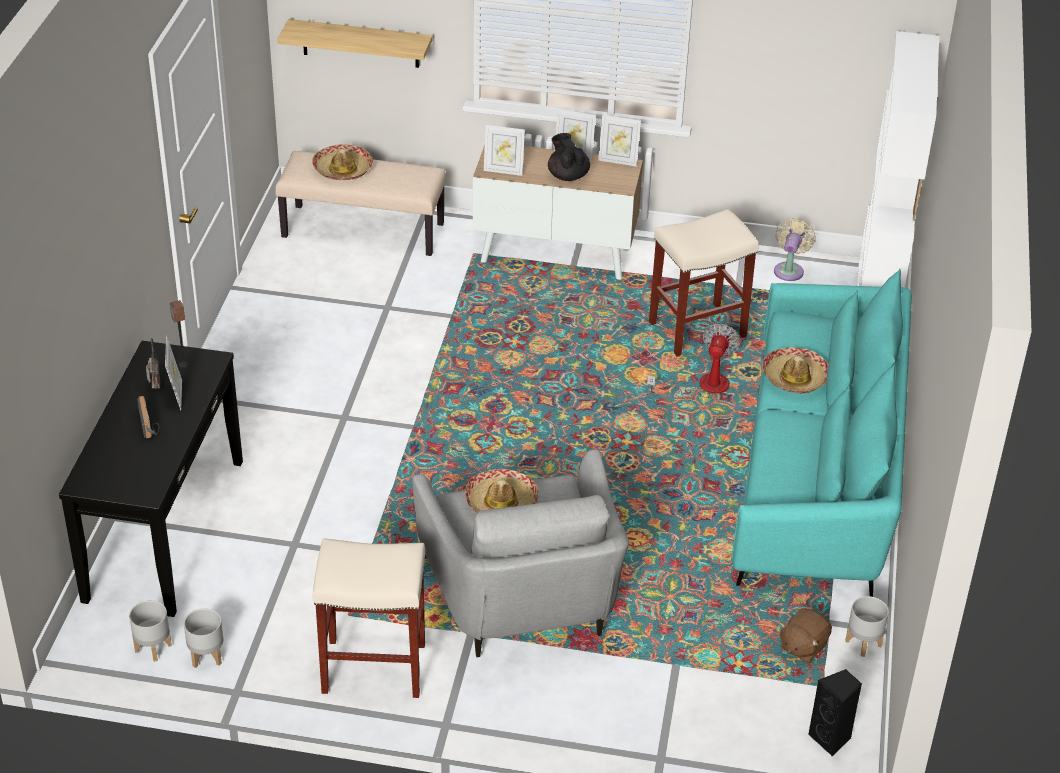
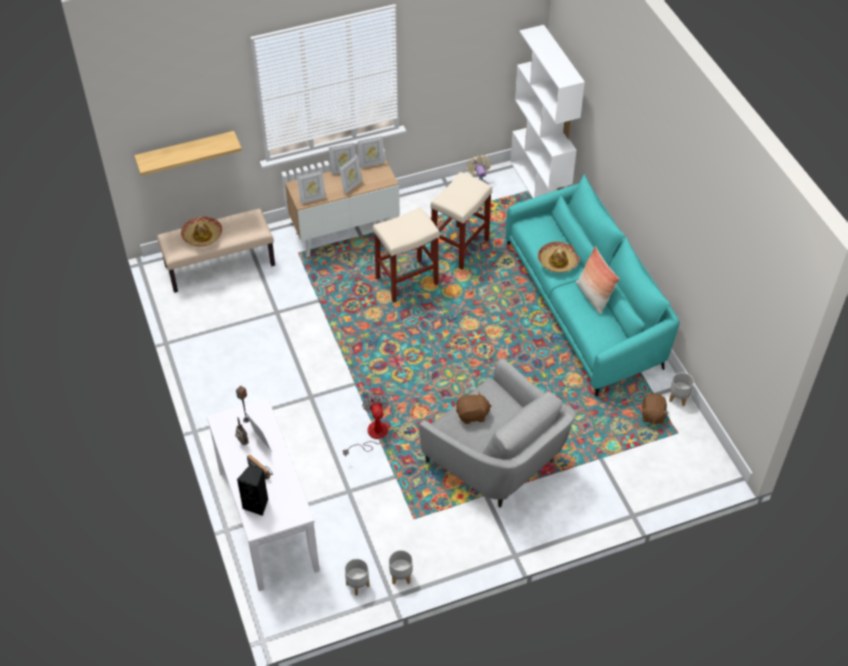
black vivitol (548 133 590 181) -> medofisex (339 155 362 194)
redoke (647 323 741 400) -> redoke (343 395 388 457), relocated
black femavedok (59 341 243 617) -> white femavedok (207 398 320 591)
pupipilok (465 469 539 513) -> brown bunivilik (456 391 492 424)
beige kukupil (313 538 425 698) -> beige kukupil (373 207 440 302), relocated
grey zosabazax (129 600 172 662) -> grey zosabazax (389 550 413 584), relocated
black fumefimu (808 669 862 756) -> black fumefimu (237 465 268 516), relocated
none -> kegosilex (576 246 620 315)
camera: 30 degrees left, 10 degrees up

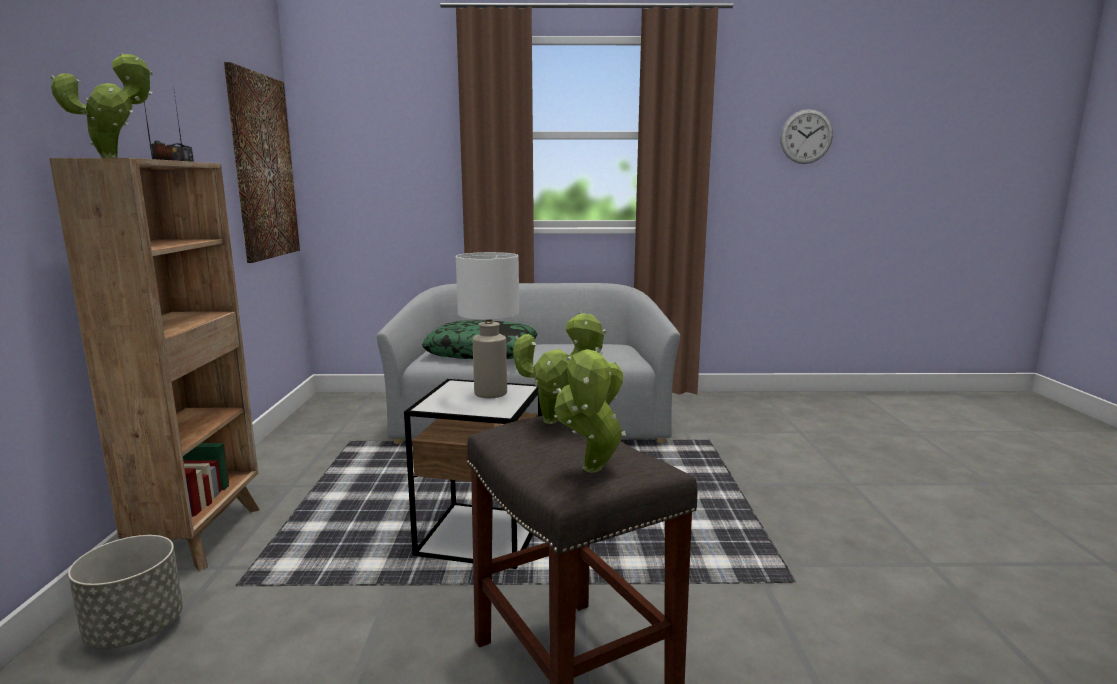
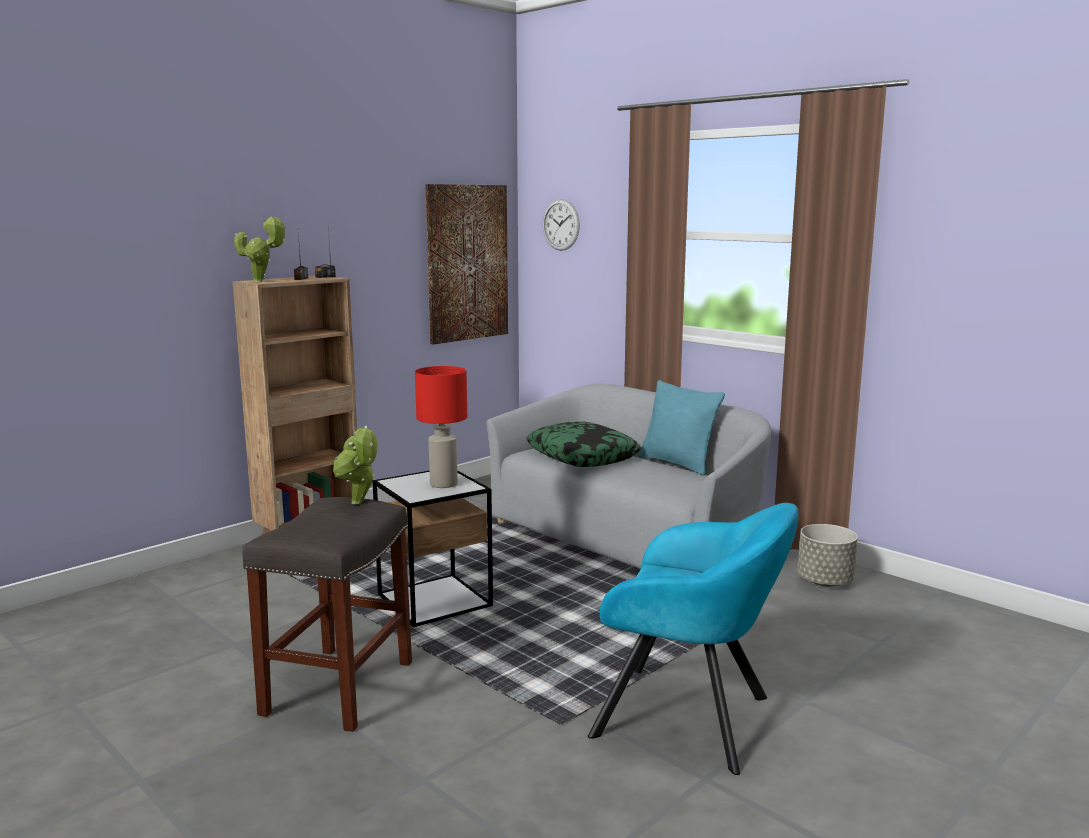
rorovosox (780 109 833 164) -> rorovosox (543 199 580 251), relocated
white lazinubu (456 252 519 398) -> red lazinubu (415 366 467 488)
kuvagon (554 347 626 473) -> none
grey zosabazax (68 535 183 649) -> grey zosabazax (798 524 858 587), relocated
none -> turquoise kegosilex (638 380 725 475)
none -> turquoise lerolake (588 503 798 775)
camera: 45 degrees right, 0 degrees up

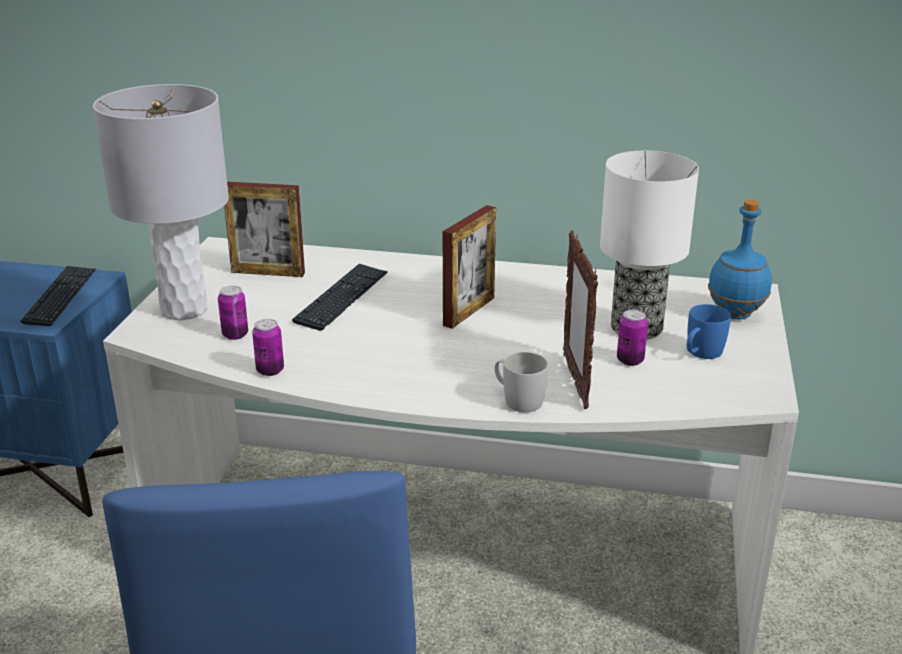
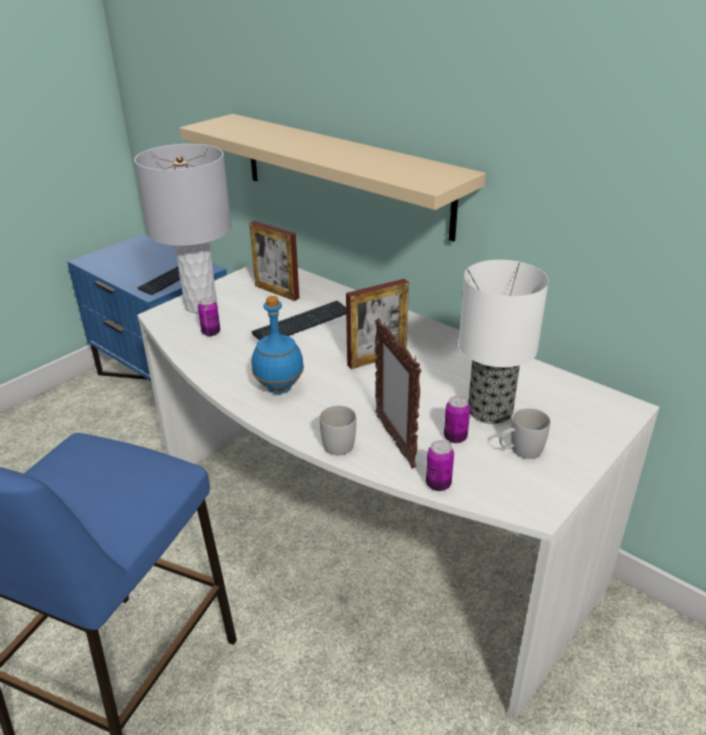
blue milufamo (708 200 772 320) -> blue milufamo (252 296 304 394), relocated
medofisex (563 230 598 409) -> medofisex (375 318 421 468), 45 degrees counterclockwise
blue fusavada (687 304 731 359) -> white fusavada (499 408 550 459)
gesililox (252 319 284 376) -> gesililox (426 440 454 491), relocated
none -> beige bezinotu (179 114 486 242)
camera: 30 degrees right, 5 degrees up

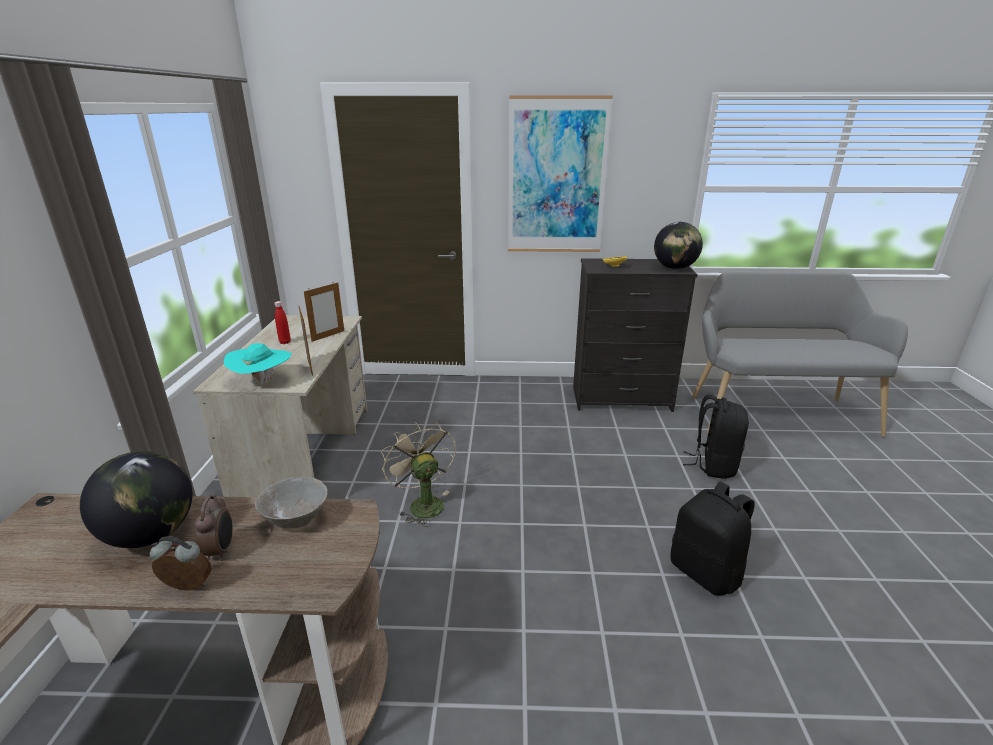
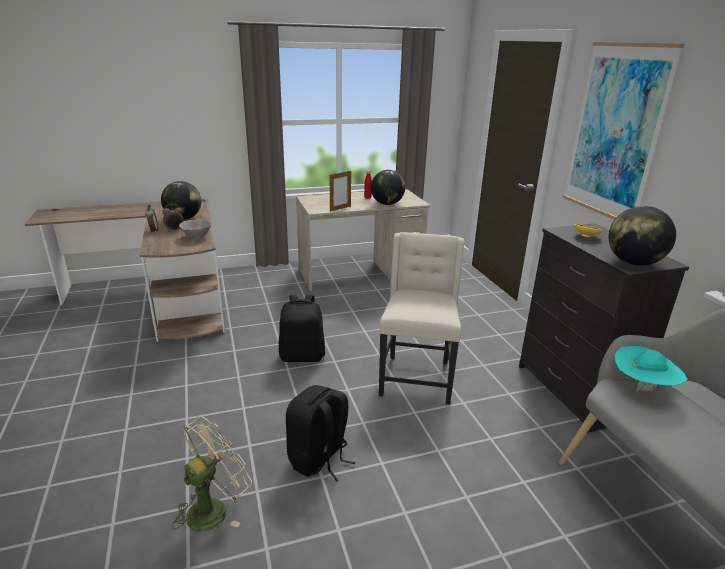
medofisex (304 282 344 342) -> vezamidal (371 170 405 205)
turquoise pupipilok (224 343 291 386) -> turquoise pupipilok (615 346 688 392), relocated
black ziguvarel (683 395 749 479) -> black ziguvarel (279 295 325 362), relocated
beige redoke (381 422 456 527) -> beige redoke (172 417 252 532), relocated
none -> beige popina (379 232 464 405)
camera: 70 degrees right, 0 degrees up

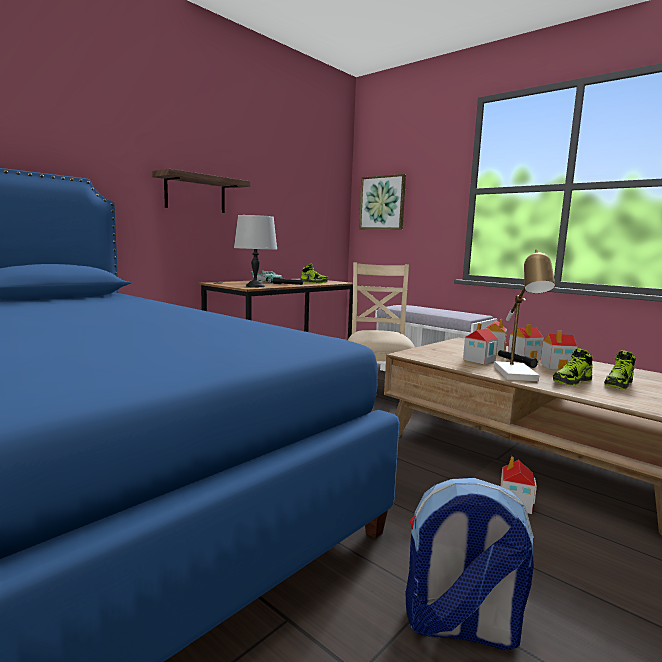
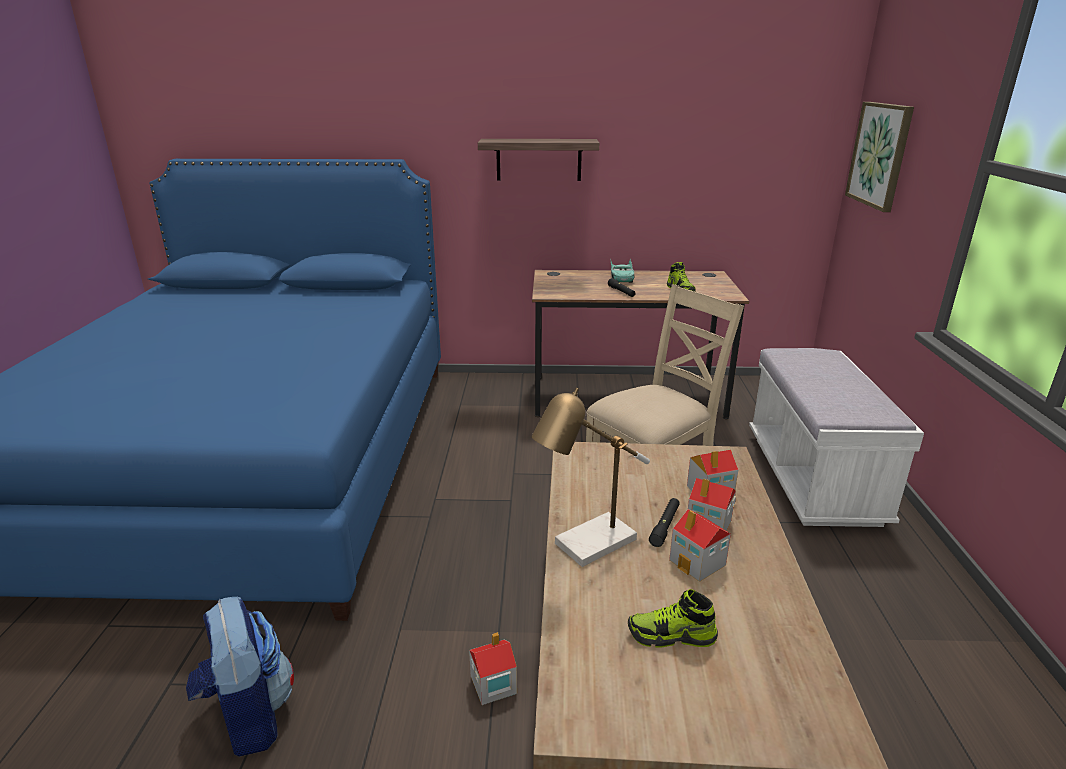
grey lazinubu (234 215 277 287) -> none
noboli (463 323 498 365) -> none
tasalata (553 348 593 386) -> none
camera: 50 degrees right, 15 degrees up

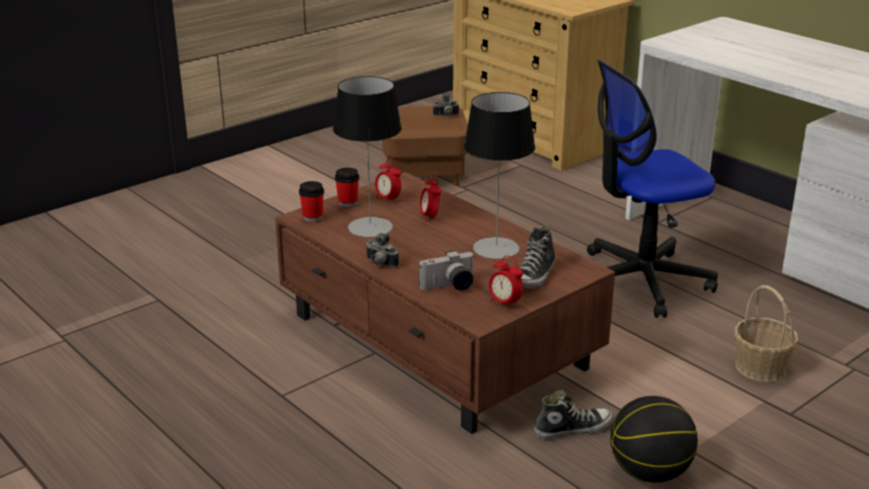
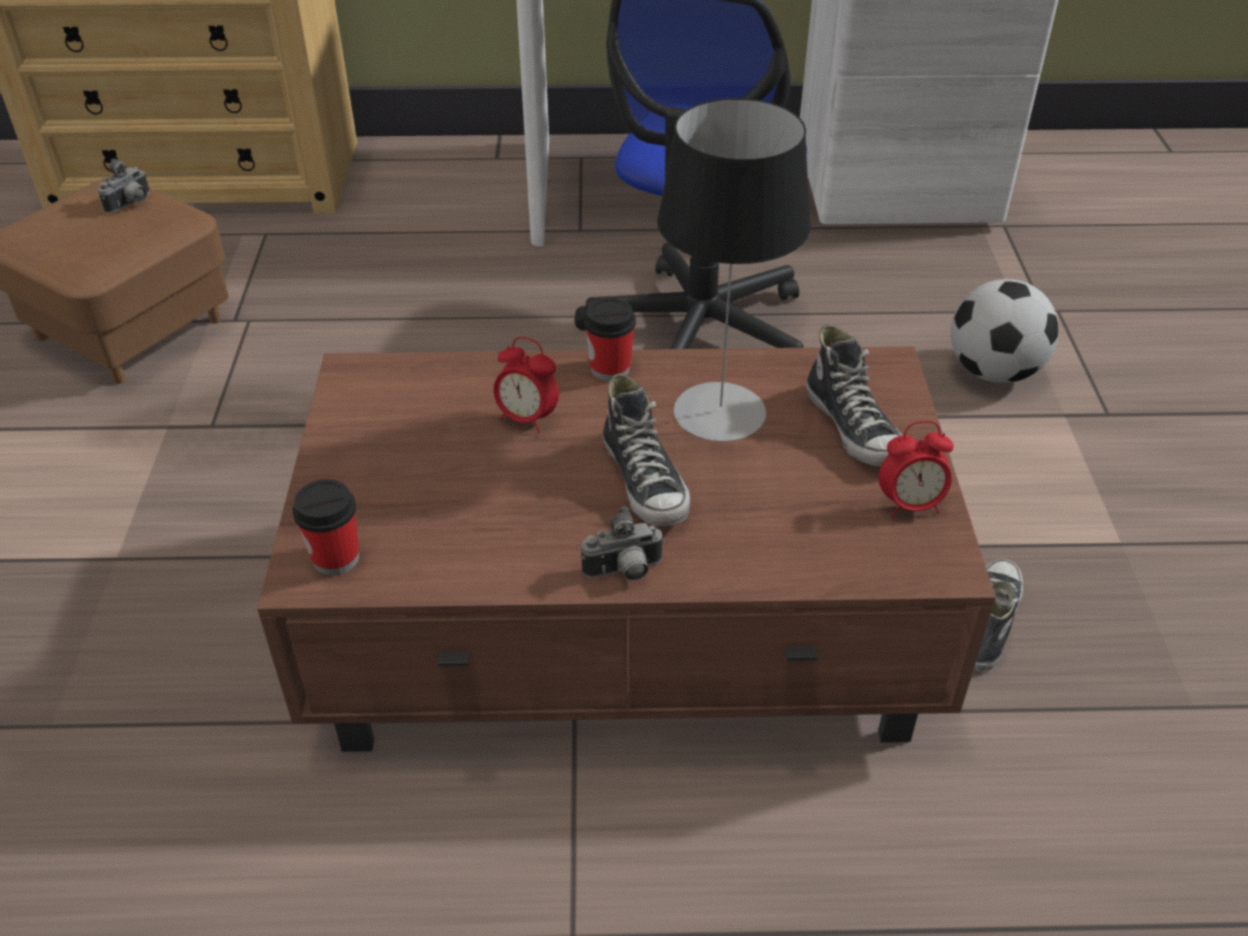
lazinubu (333 76 402 237) -> none
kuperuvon (375 159 401 204) -> none
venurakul (335 168 359 207) -> venurakul (584 298 636 381), relocated
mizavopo (419 250 475 290) -> none
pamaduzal (734 285 799 382) -> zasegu (951 279 1059 383)
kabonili (610 396 698 483) -> none
none -> tasalata (603 373 690 526)
camera: 50 degrees left, 15 degrees up

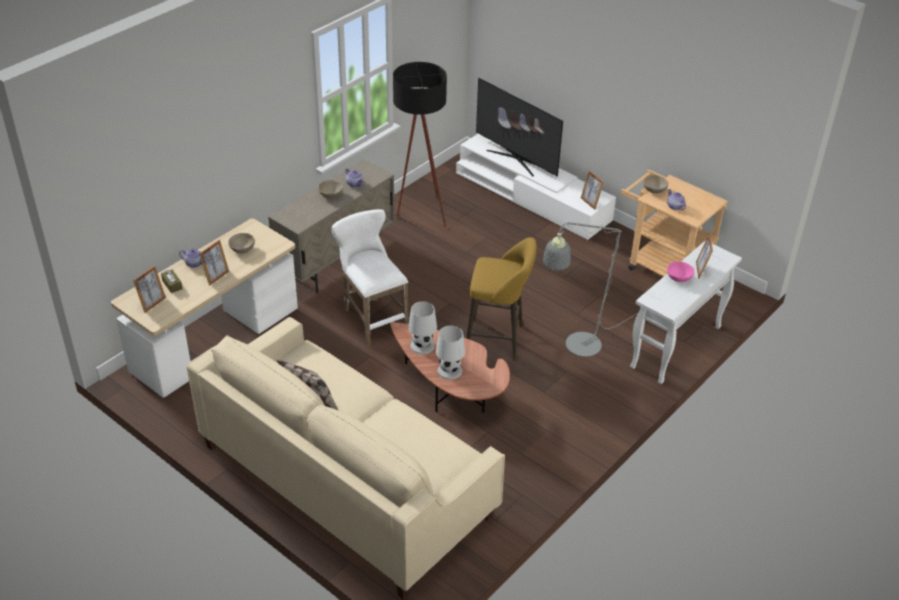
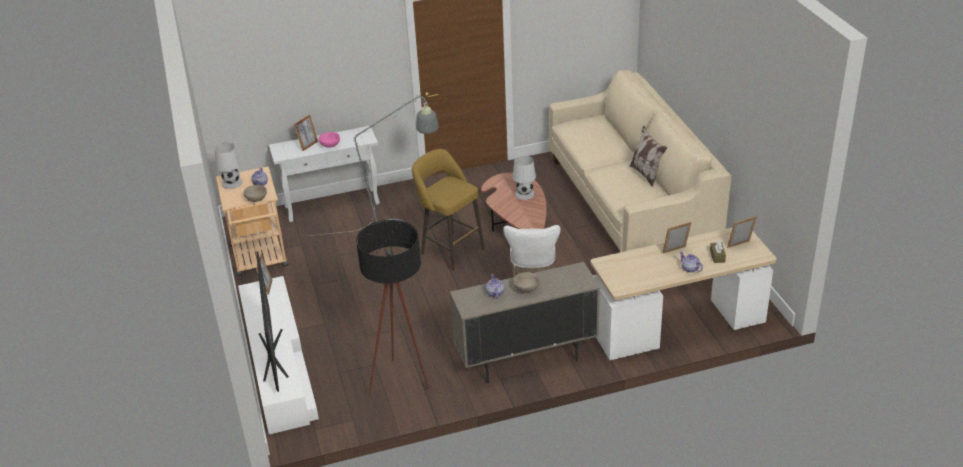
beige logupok (228 233 255 253) -> none
white lazinubu (408 301 437 354) -> white lazinubu (215 143 242 189), relocated
camera: 145 degrees left, 5 degrees down

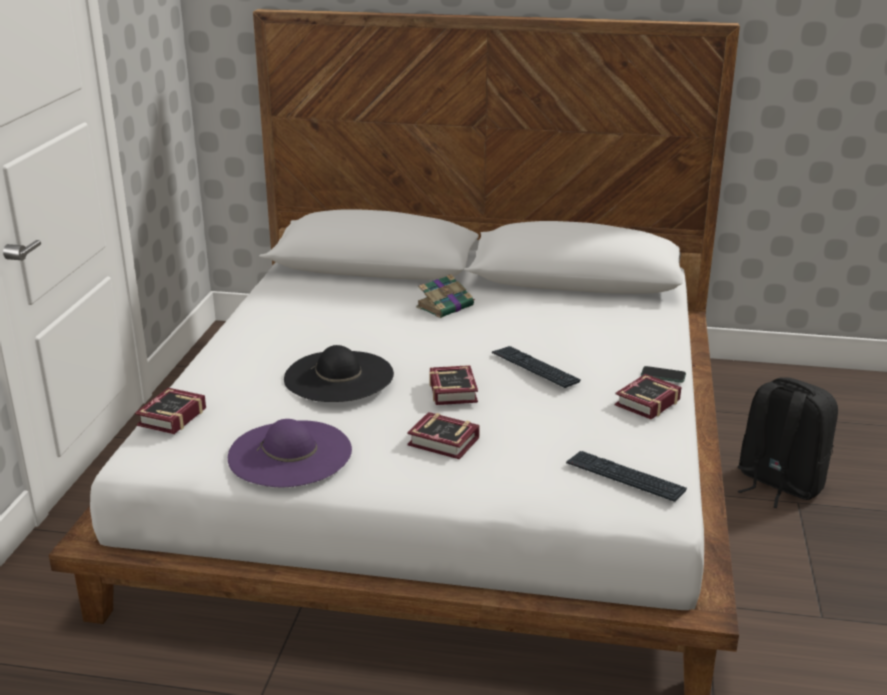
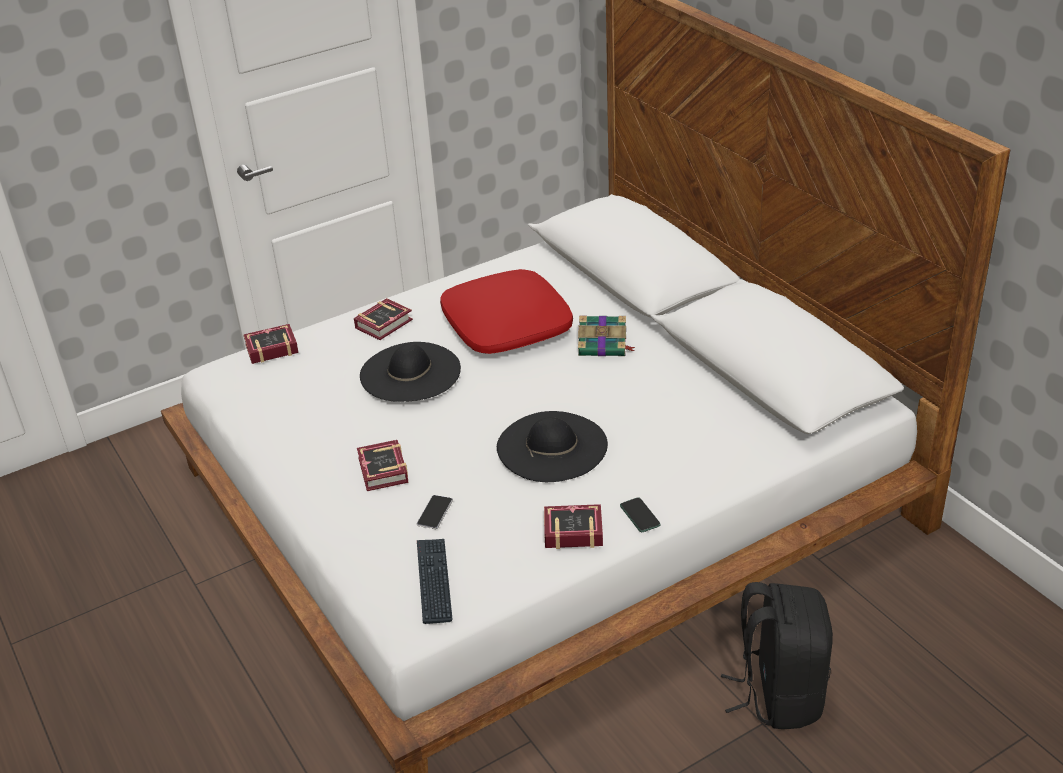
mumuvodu (492 346 581 388) -> black pupipilok (497 411 608 482)
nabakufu (429 365 478 405) -> nabakufu (354 298 413 340), relocated
purple pupipilok (228 419 352 487) -> none
none -> red kegosilex (440 269 573 354)
none -> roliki (417 495 453 529)
camera: 50 degrees right, 10 degrees up

